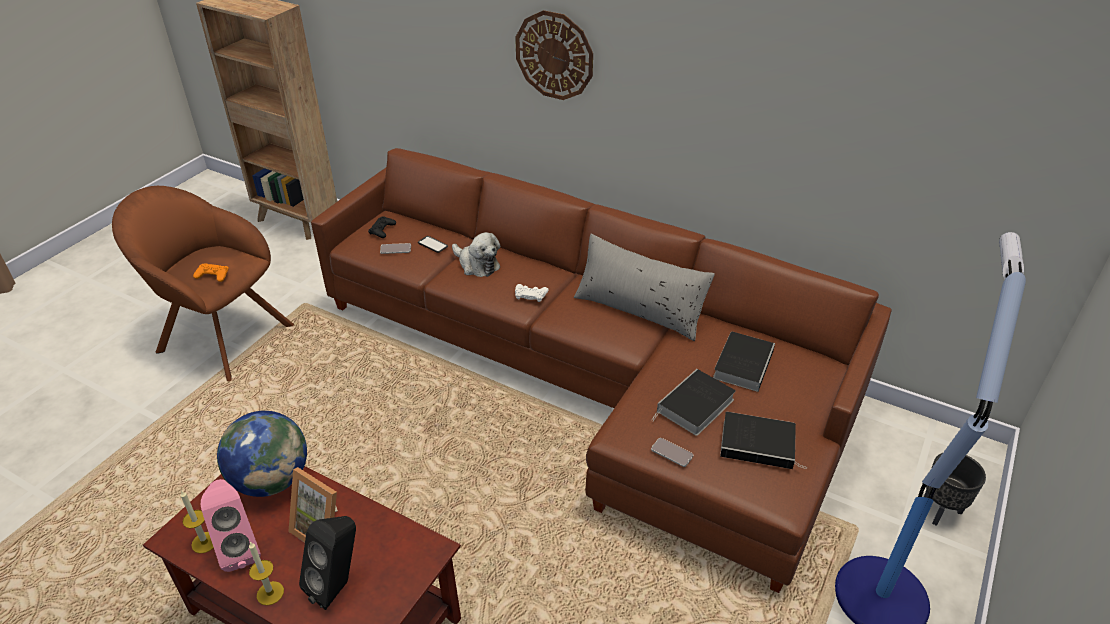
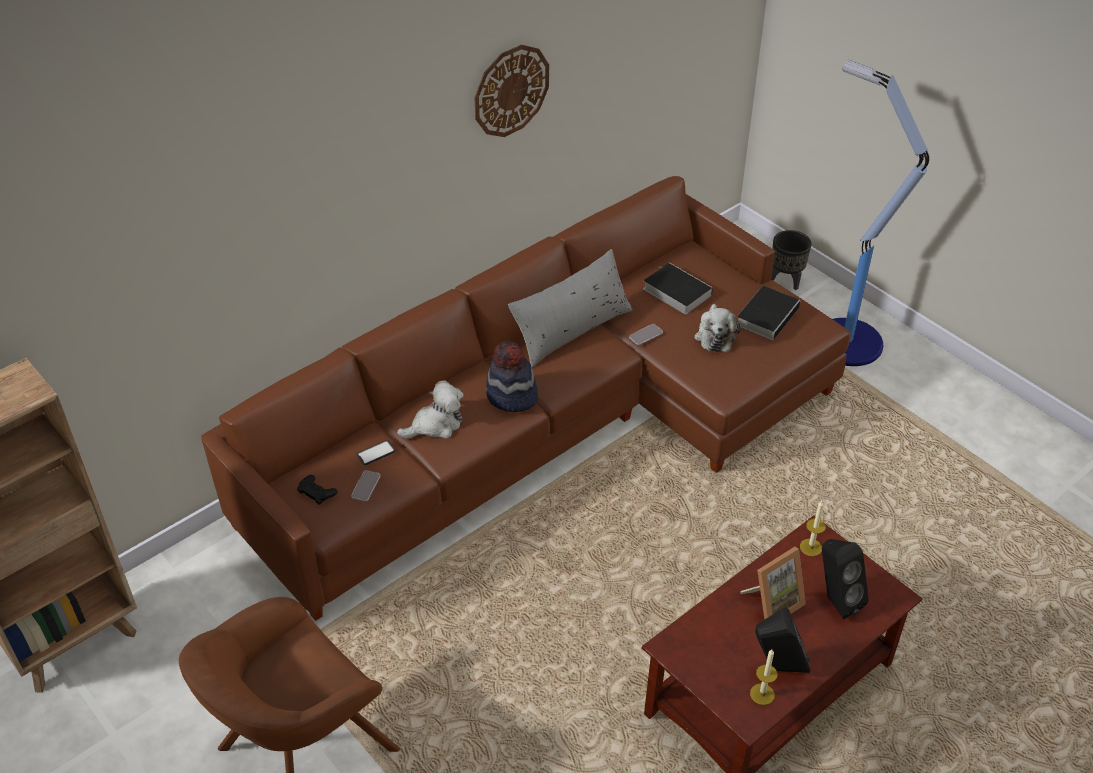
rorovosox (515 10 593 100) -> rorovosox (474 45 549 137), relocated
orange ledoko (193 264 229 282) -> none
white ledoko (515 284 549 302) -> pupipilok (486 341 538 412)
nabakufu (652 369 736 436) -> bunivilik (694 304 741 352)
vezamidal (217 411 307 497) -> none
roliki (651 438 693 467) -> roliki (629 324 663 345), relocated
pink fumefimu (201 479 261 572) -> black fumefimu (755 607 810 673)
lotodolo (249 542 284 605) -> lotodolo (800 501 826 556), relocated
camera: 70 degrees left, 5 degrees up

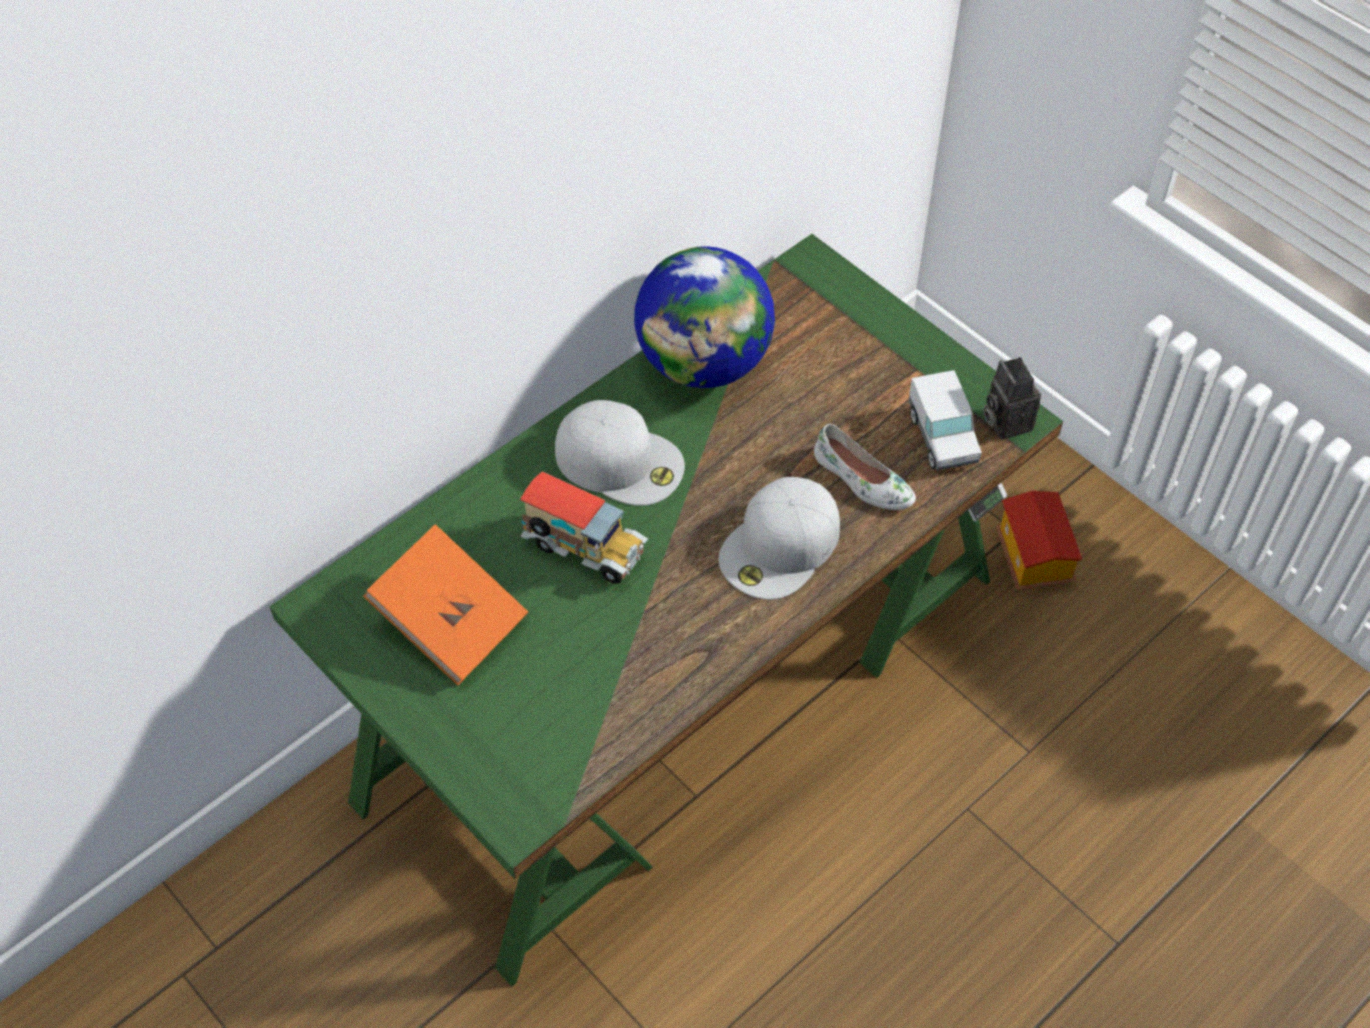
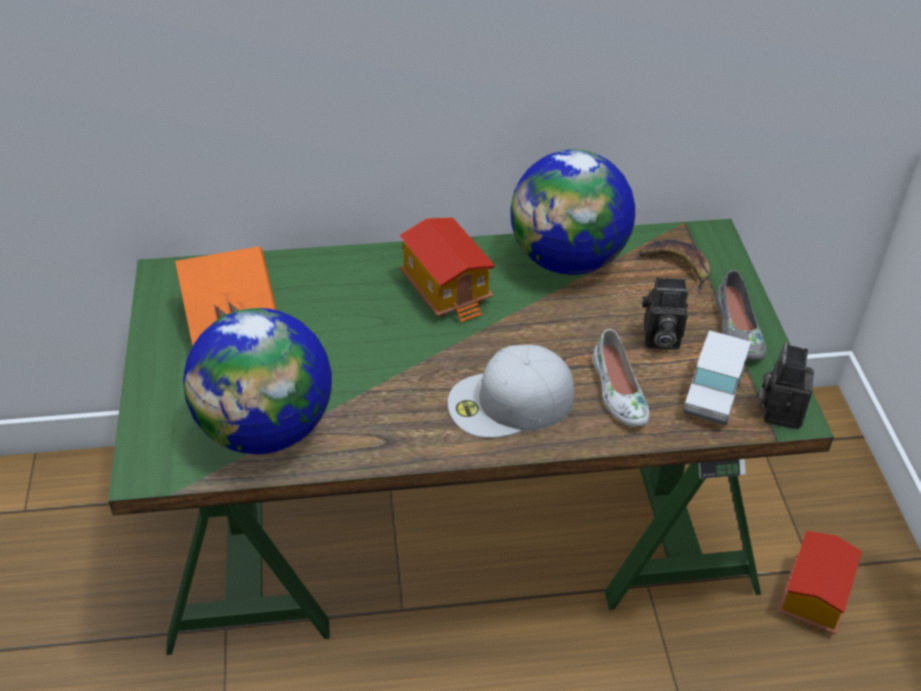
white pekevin (555 400 685 506) -> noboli (399 217 495 323)
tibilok (520 471 648 584) -> none
none -> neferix (639 240 711 293)
none -> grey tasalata (715 270 766 361)
none -> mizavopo (642 278 688 350)
none -> vezamidal (183 308 332 454)
camera: 35 degrees right, 10 degrees down

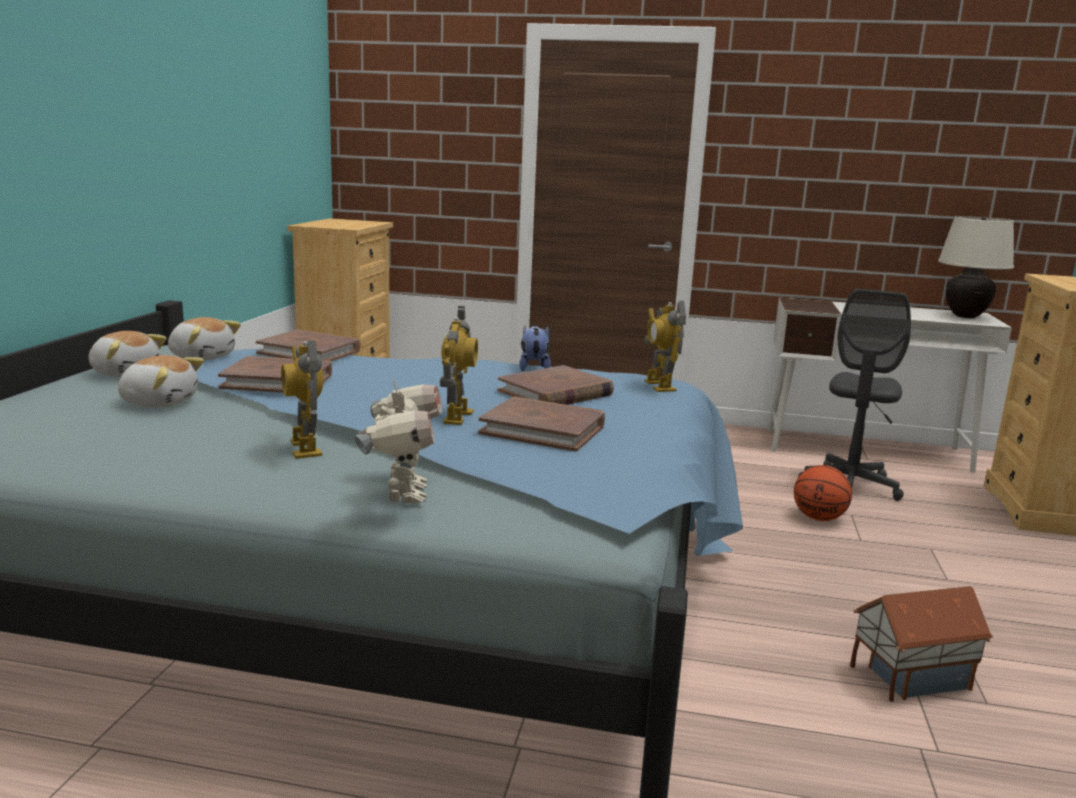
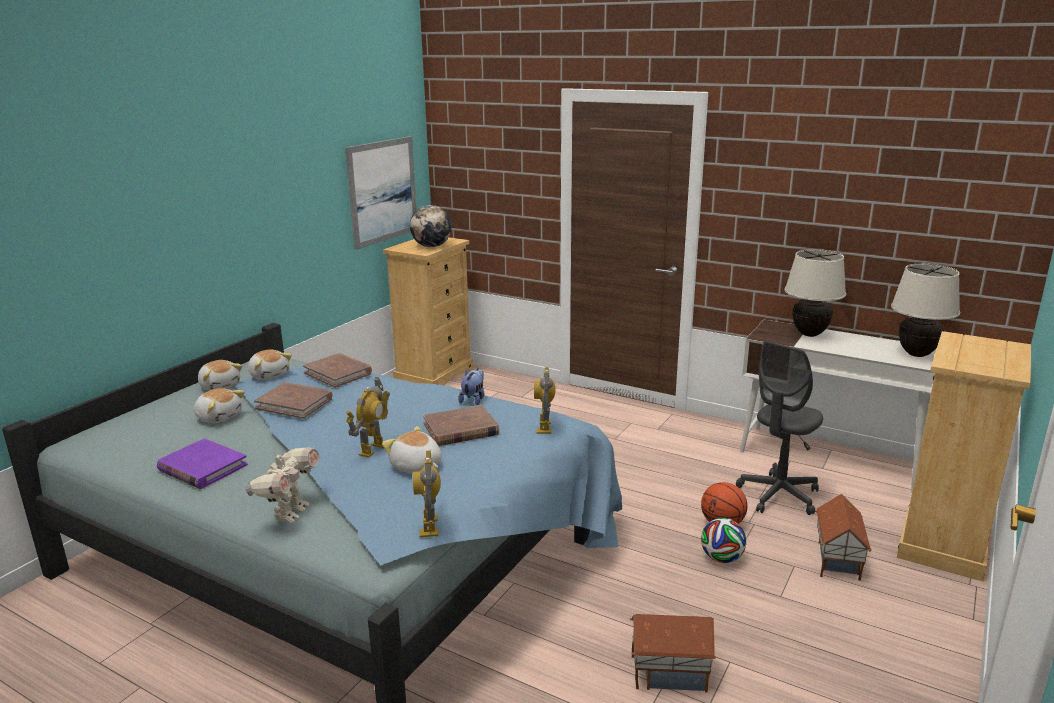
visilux (281 340 324 459) -> visilux (413 450 441 537), relocated
brown nabakufu (478 397 605 452) -> bunivilik (382 426 442 474)
none -> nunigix (345 136 417 250)
none -> vezamidal (410 205 452 247)
none -> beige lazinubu (785 249 846 337)
none -> purple nabakufu (157 438 248 489)
none -> noboli (815 494 872 581)
none -> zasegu (701 518 746 563)
camera: 20 degrees right, 5 degrees up

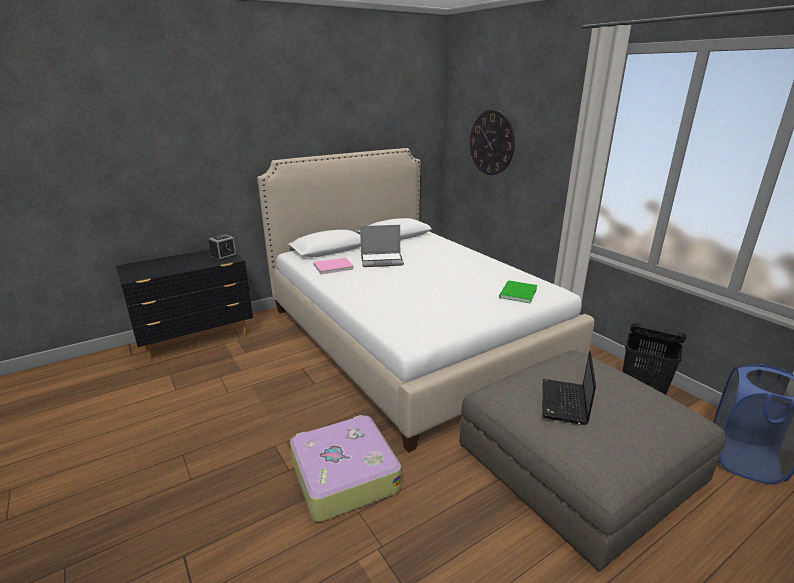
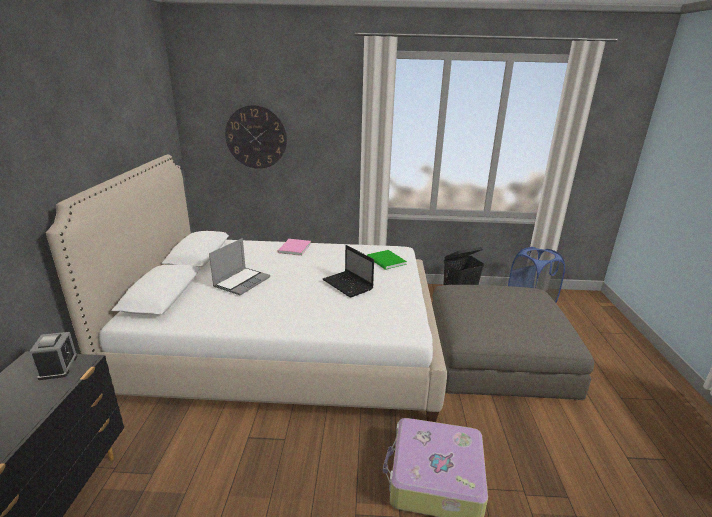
pink nabakufu (314 258 353 275) -> pink nabakufu (277 239 311 256), relocated
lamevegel (542 351 596 425) -> lamevegel (323 245 374 298), relocated
camera: 55 degrees left, 0 degrees up

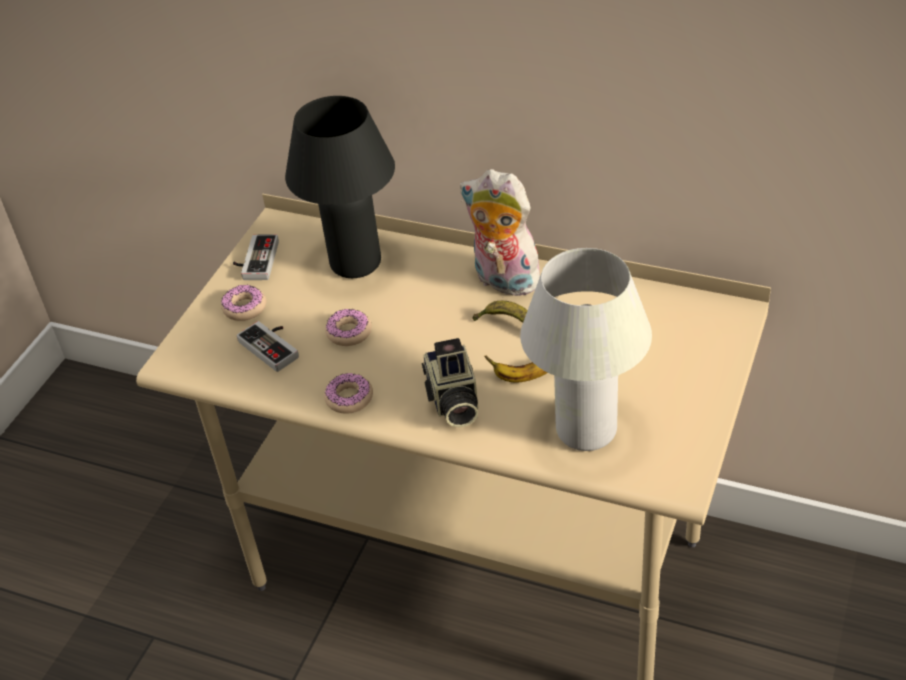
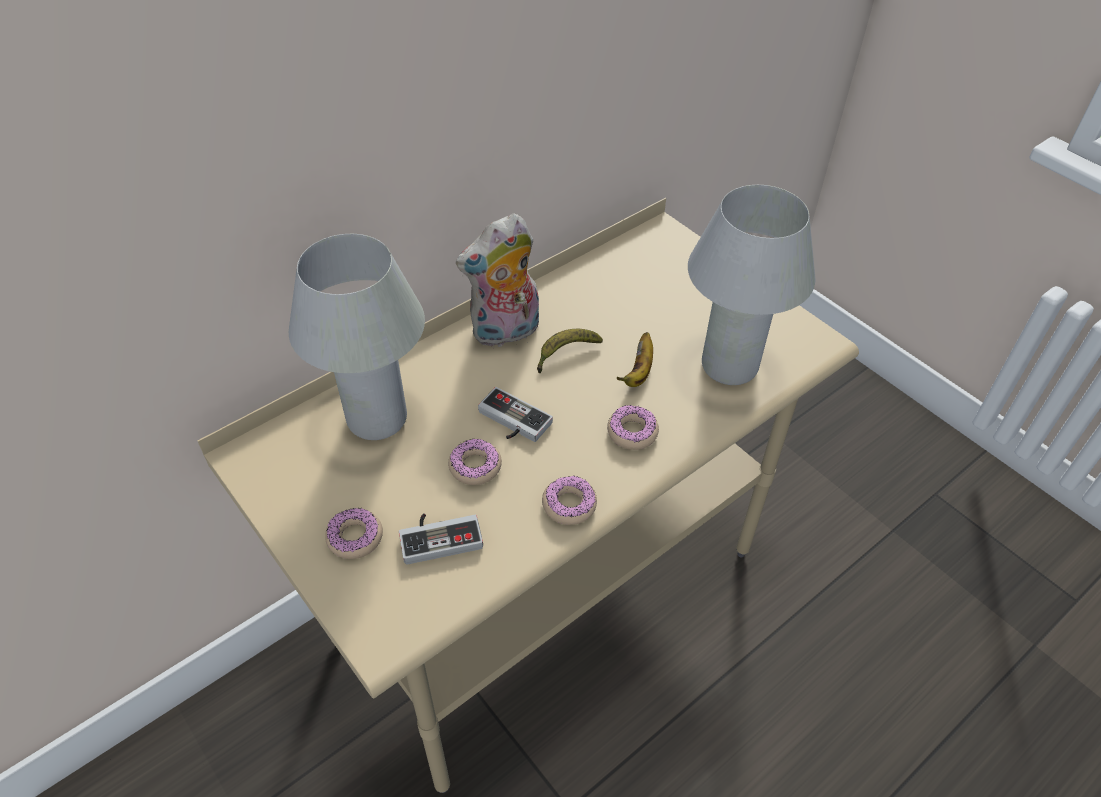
black lazinubu (285 96 395 278) -> white lazinubu (289 234 425 440)
ledoko (233 234 279 280) -> ledoko (478 387 553 442), relocated
mizavopo (422 338 478 428) -> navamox (607 405 659 450)
camera: 65 degrees left, 5 degrees up

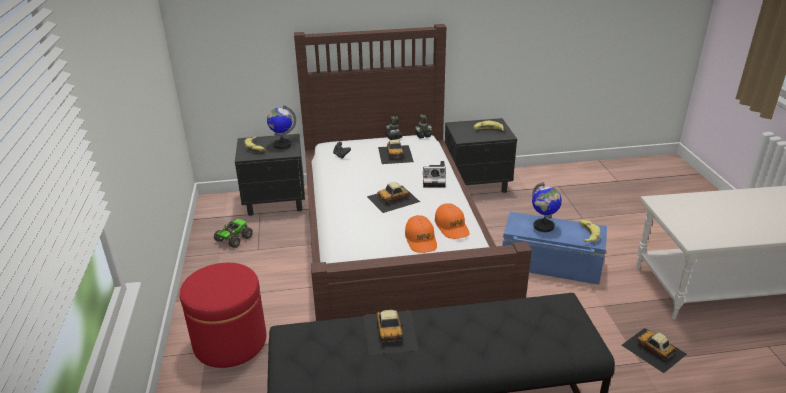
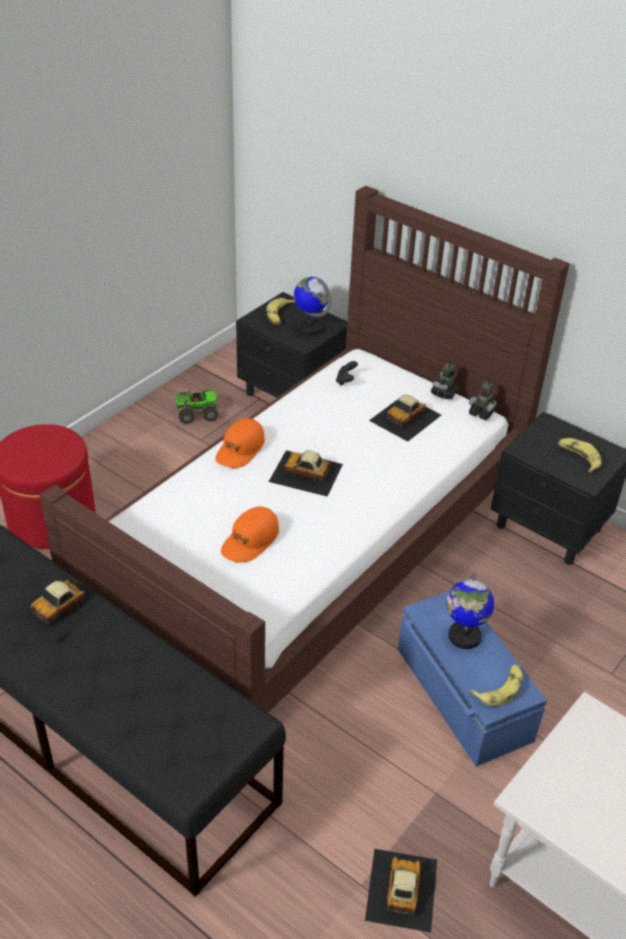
mizavopo (423 161 446 187) -> none
orange pekevin (435 203 469 239) -> orange pekevin (215 418 265 468), relocated
camera: 45 degrees right, 10 degrees up

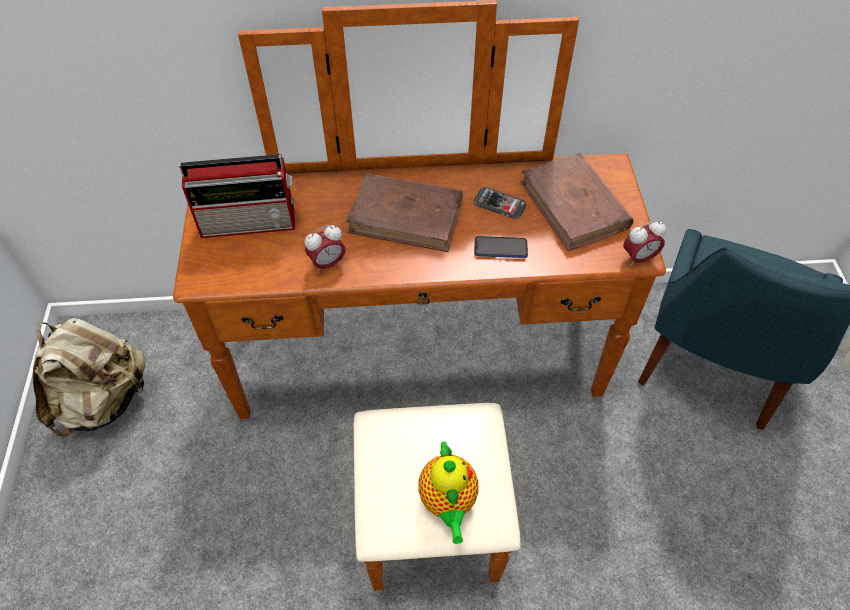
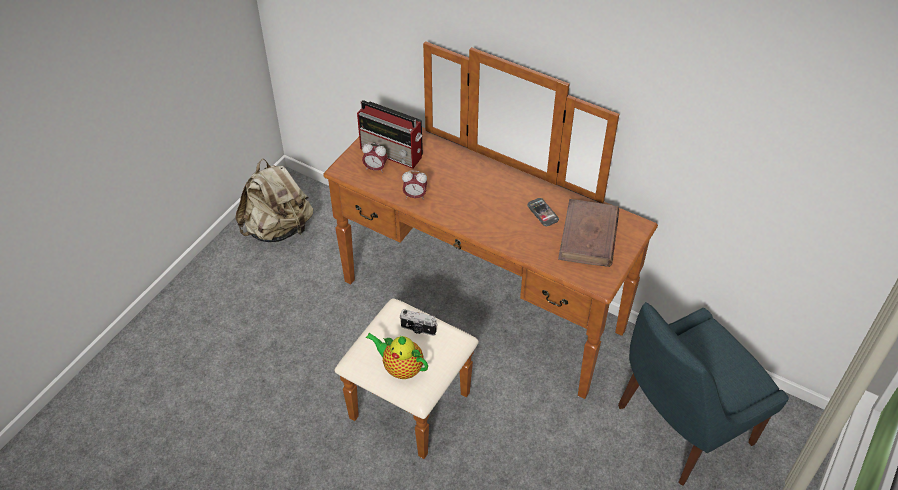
brown nabakufu (346 173 463 252) -> none
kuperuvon (623 220 666 267) -> kuperuvon (362 142 388 173), relocated
roliki (474 236 528 258) -> none
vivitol (418 441 478 544) -> vivitol (366 333 428 379), 90 degrees clockwise
none -> mizavopo (400 309 437 336)
camera: 35 degrees right, 5 degrees down

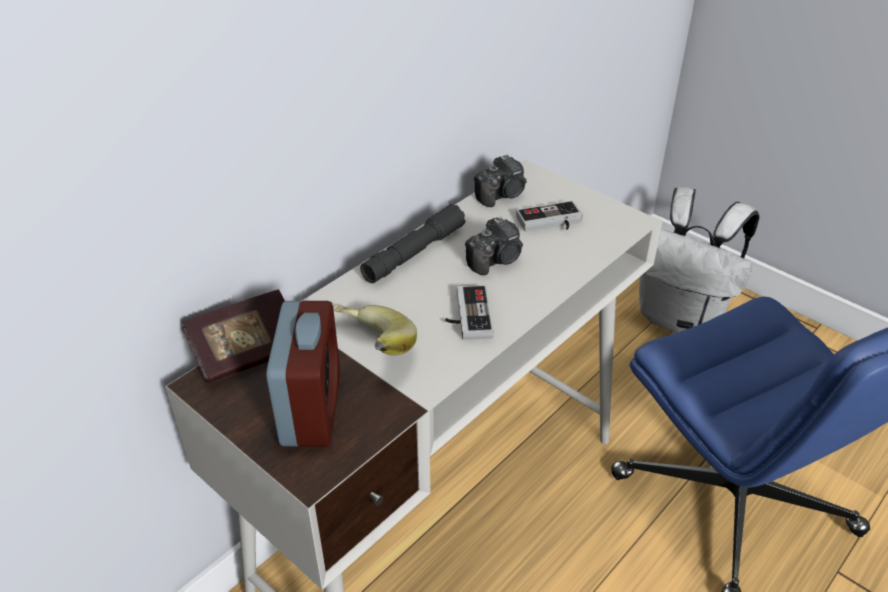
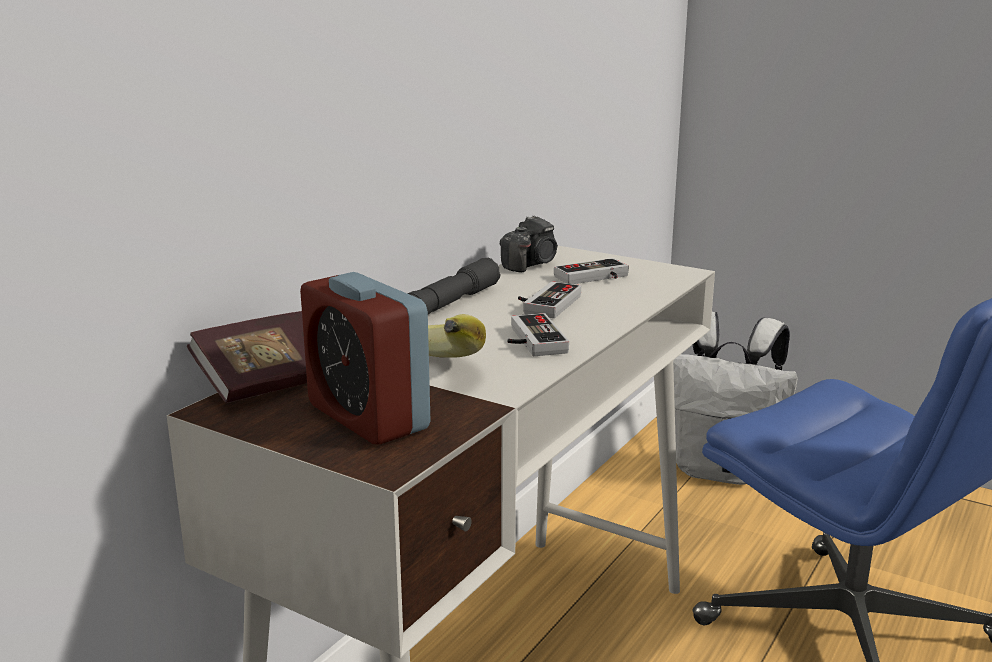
mizavopo (465 216 523 275) -> ledoko (518 281 581 318)
kuperuvon (266 301 340 447) -> kuperuvon (300 272 431 445), 150 degrees clockwise
camera: 10 degrees left, 20 degrees down

